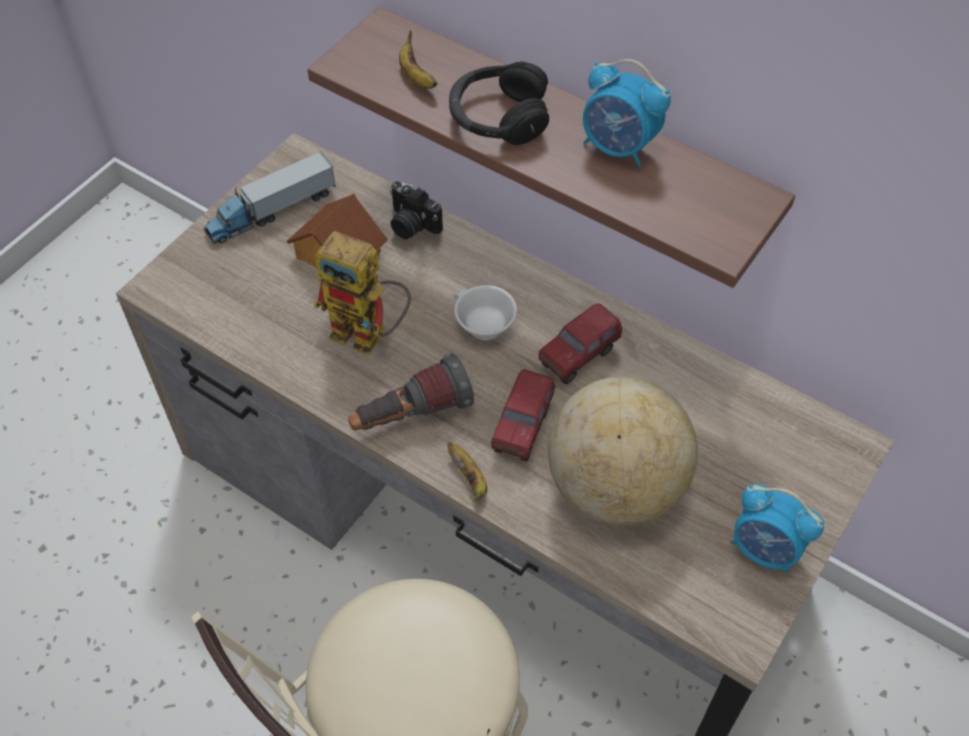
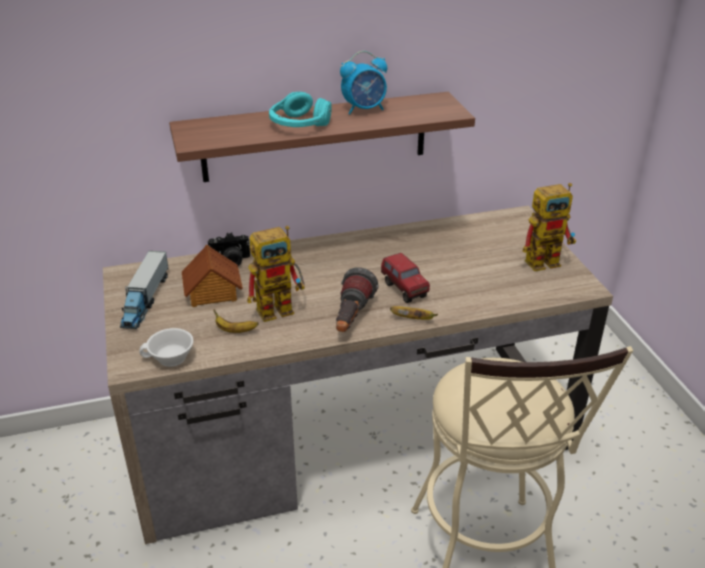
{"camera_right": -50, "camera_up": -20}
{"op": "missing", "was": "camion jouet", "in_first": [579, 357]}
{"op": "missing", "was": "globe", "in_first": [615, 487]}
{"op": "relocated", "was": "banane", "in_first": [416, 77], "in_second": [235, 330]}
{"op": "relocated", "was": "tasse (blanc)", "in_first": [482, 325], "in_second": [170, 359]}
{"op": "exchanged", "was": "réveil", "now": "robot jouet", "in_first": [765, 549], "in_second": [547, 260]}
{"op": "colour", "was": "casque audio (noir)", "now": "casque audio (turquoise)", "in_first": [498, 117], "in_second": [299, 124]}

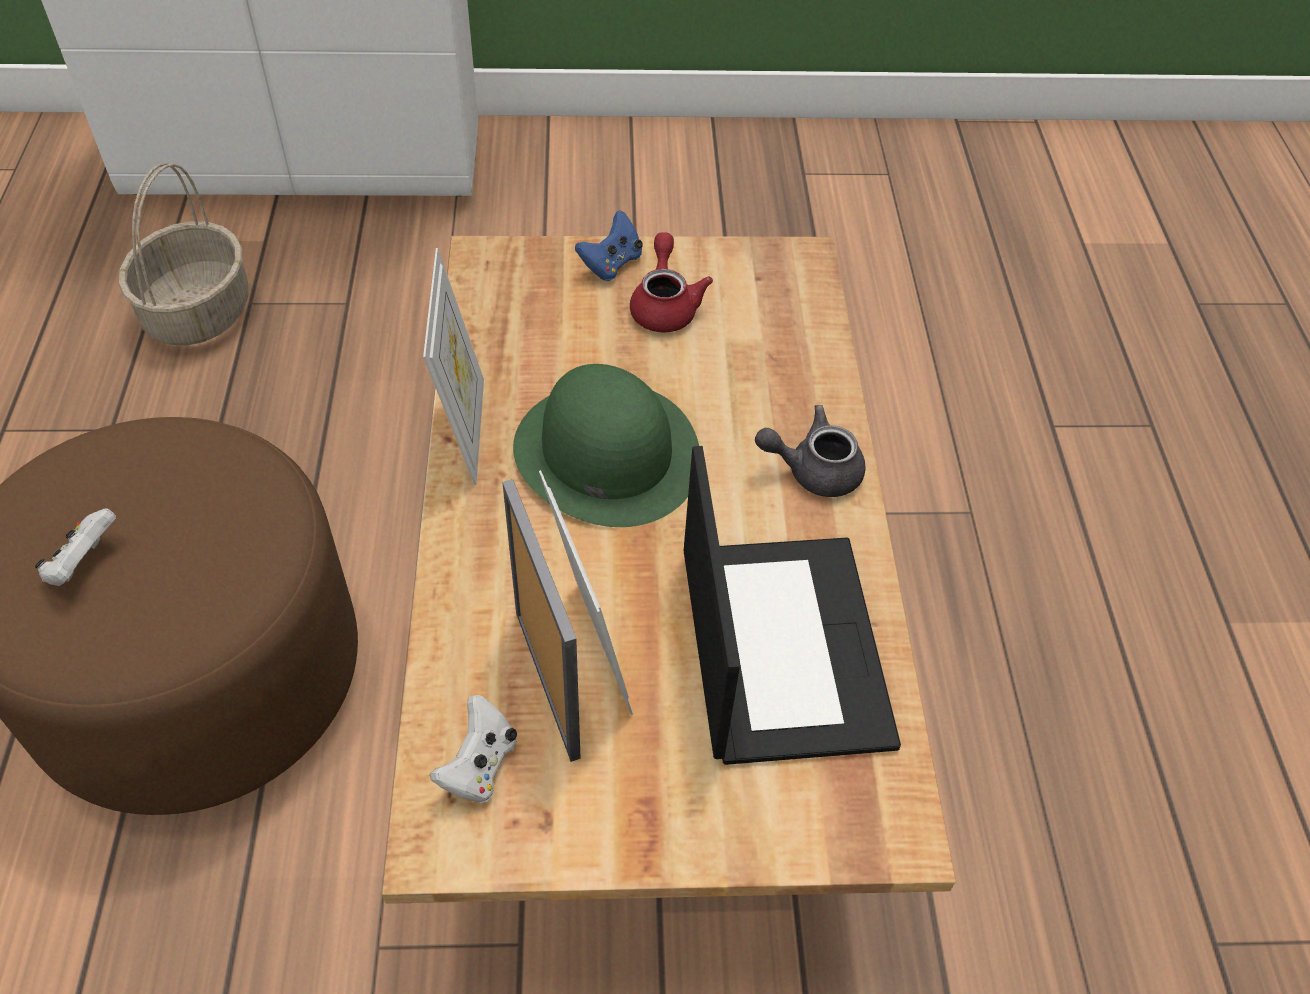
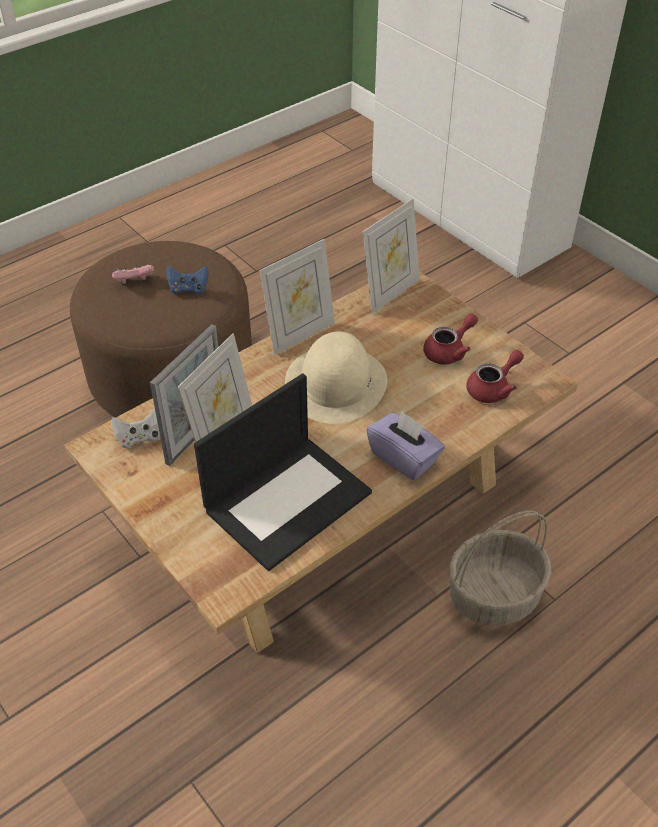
{"camera_right": 55, "camera_up": -5}
{"op": "appeared", "now": "cadre photo", "in_second": [390, 293]}
{"op": "appeared", "now": "théière (rouge)", "in_second": [493, 388]}
{"op": "relocated", "was": "panier", "in_first": [197, 311], "in_second": [494, 594]}
{"op": "relocated", "was": "manette (bleu)", "in_first": [611, 264], "in_second": [188, 289]}
{"op": "exchanged", "was": "théière (gris)", "now": "boîte à mouchoirs (violet)", "in_first": [813, 470], "in_second": [404, 458]}
{"op": "colour", "was": "manette (blanc)", "now": "manette (rose)", "in_first": [83, 564], "in_second": [134, 282]}
{"op": "colour", "was": "chapeau (vert)", "now": "chapeau (beige)", "in_first": [605, 452], "in_second": [336, 383]}

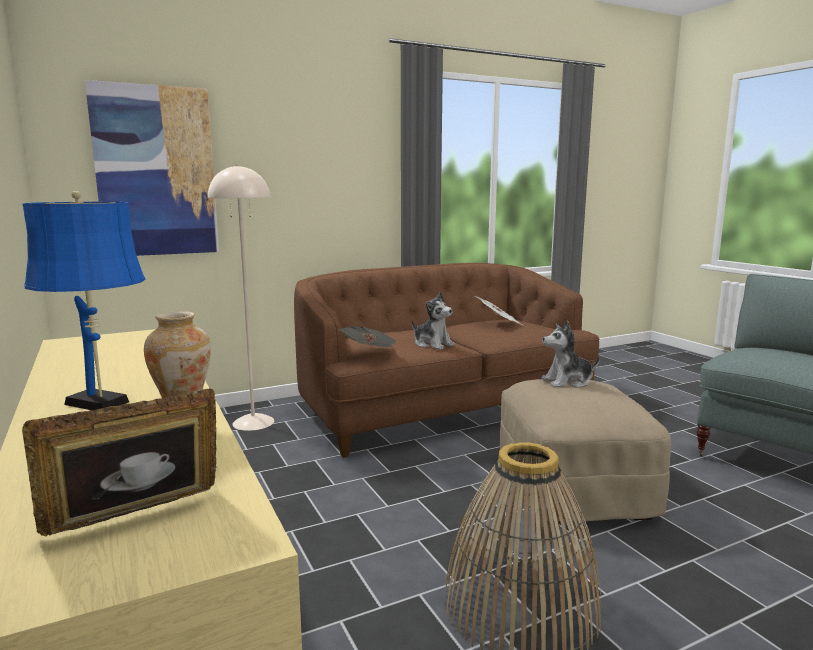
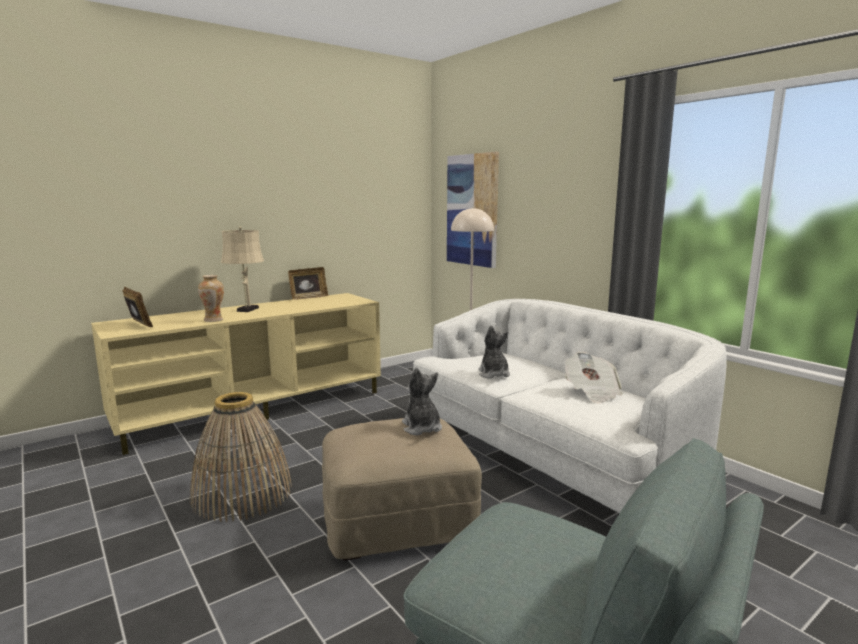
{"camera_right": 80, "camera_up": 0}
{"op": "missing", "was": "journal", "in_first": [370, 353]}
{"op": "appeared", "now": "cadre photo", "in_second": [308, 297]}
{"op": "colour", "was": "lampe de table (bleu)", "now": "lampe de table (beige)", "in_first": [101, 404], "in_second": [246, 310]}
{"op": "colour", "was": "canapé (marron)", "now": "canapé (blanc)", "in_first": [443, 408], "in_second": [549, 454]}
{"op": "spun", "was": "peluche", "in_first": [432, 344], "in_second": [493, 374], "clockwise": 135}

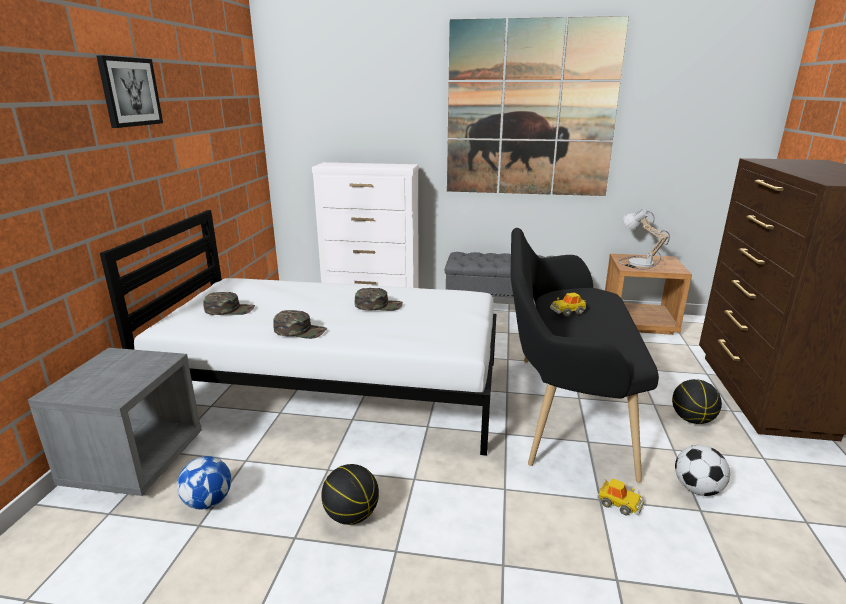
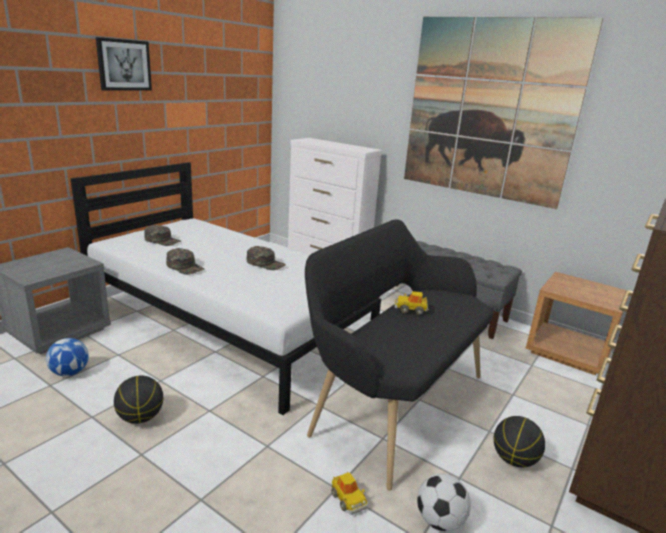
{"camera_right": 25, "camera_up": 0}
{"op": "missing", "was": "lampe de table", "in_first": [637, 263]}

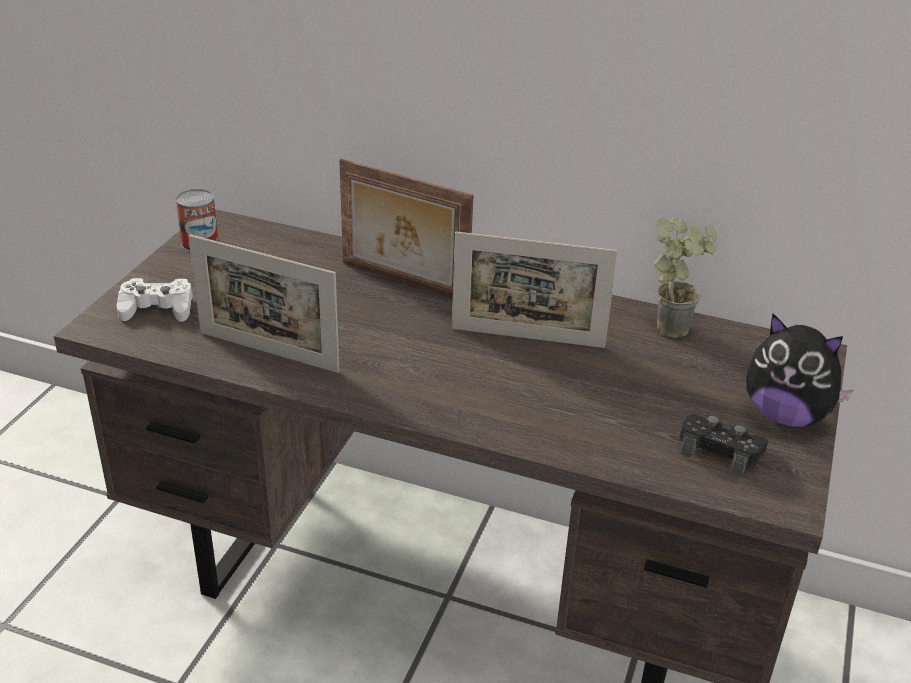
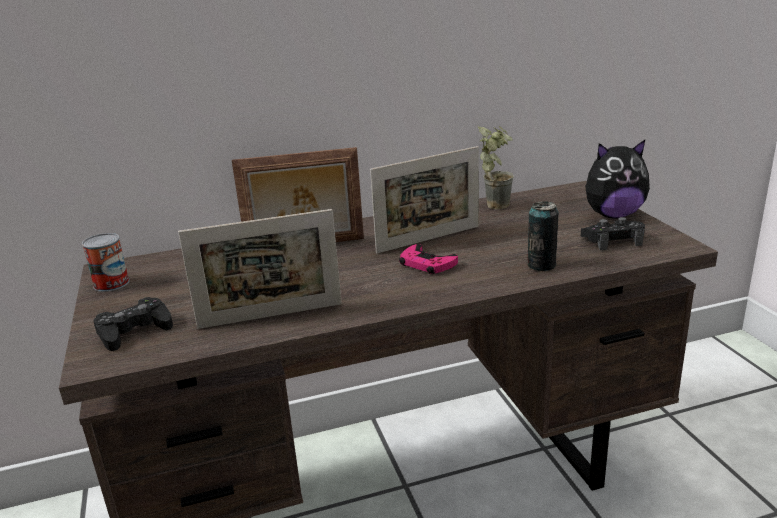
{"camera_right": -35, "camera_up": -10}
{"op": "appeared", "now": "manette (rose)", "in_second": [426, 264]}
{"op": "appeared", "now": "boîte métallique", "in_second": [541, 265]}
{"op": "colour", "was": "manette (blanc)", "now": "manette (noir)", "in_first": [157, 308], "in_second": [134, 331]}

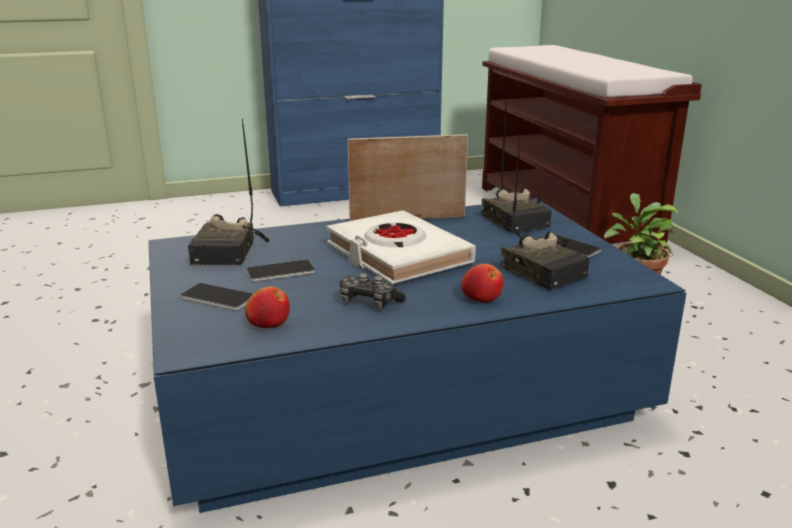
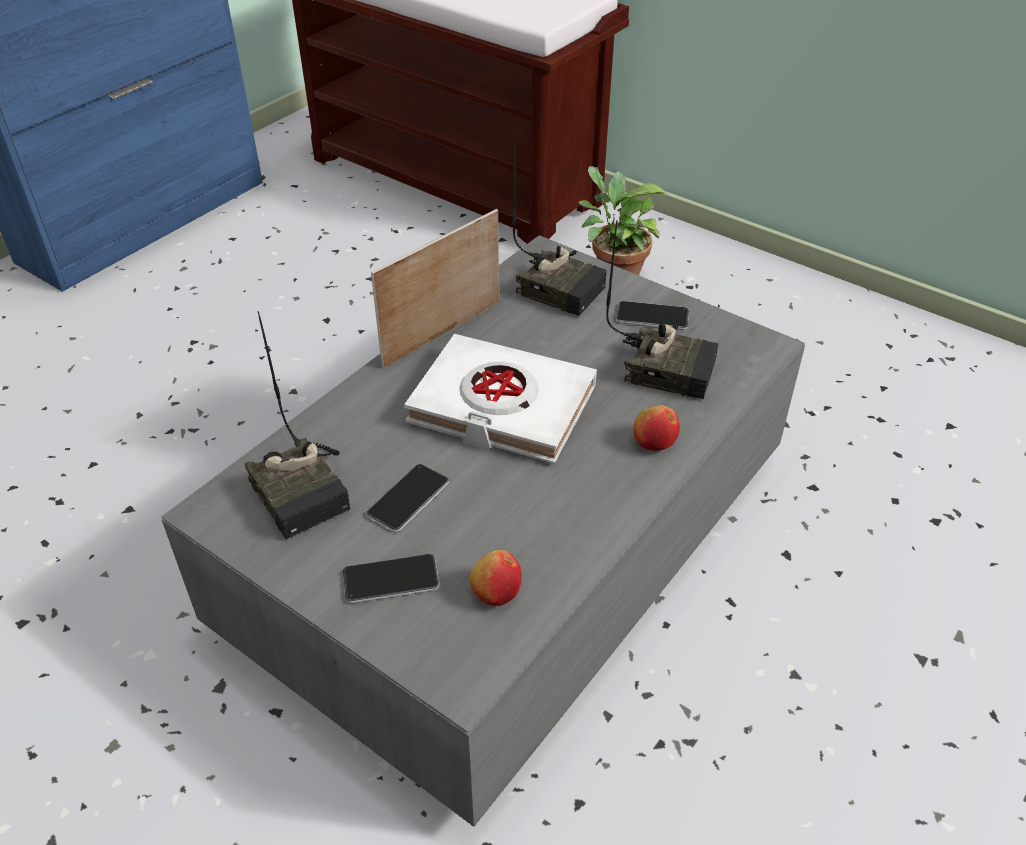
{"camera_right": -35, "camera_up": 20}
{"op": "missing", "was": "manette", "in_first": [369, 302]}
{"op": "colour", "was": "table basse (bleu)", "now": "table basse (gris)", "in_first": [394, 390], "in_second": [512, 544]}

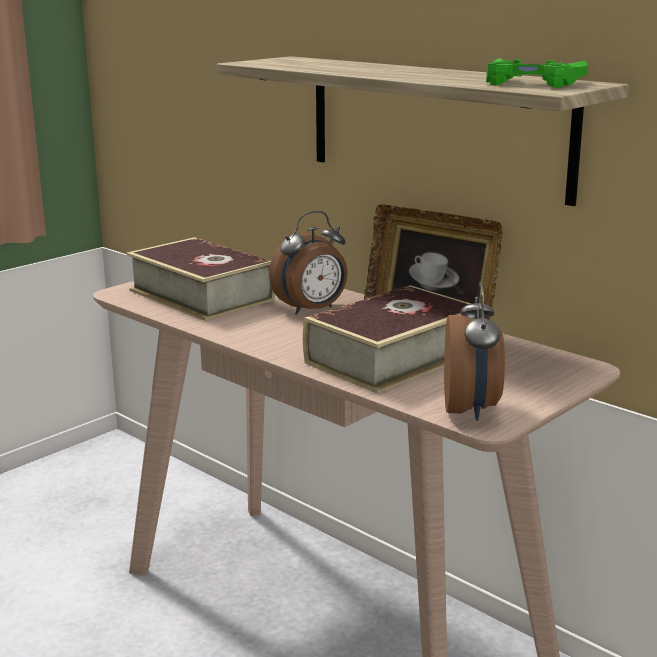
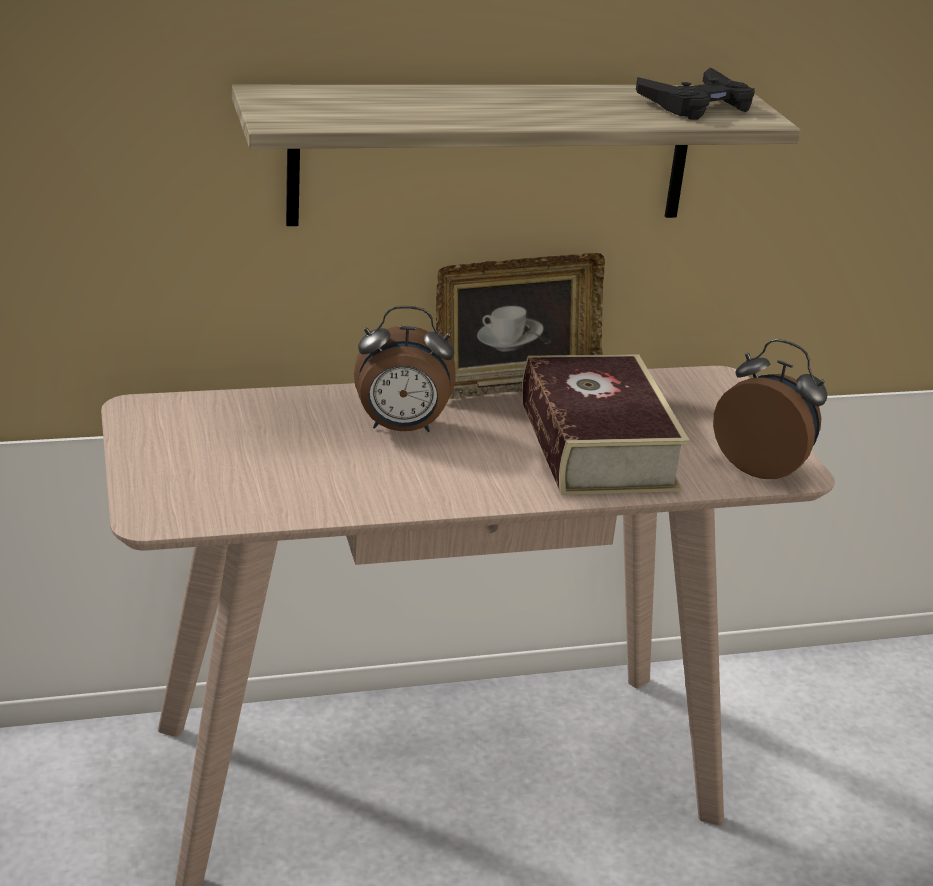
{"camera_right": -60, "camera_up": 10}
{"op": "missing", "was": "livre", "in_first": [201, 295]}
{"op": "colour", "was": "manette (vert)", "now": "manette (noir)", "in_first": [532, 82], "in_second": [697, 104]}
{"op": "spun", "was": "réveil", "in_first": [312, 310], "in_second": [401, 428], "clockwise": 90}

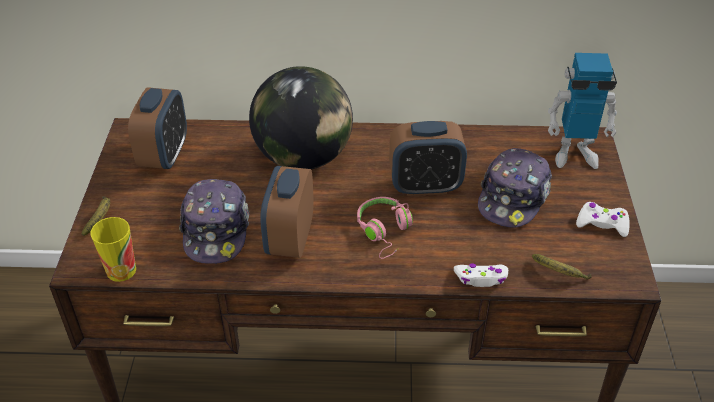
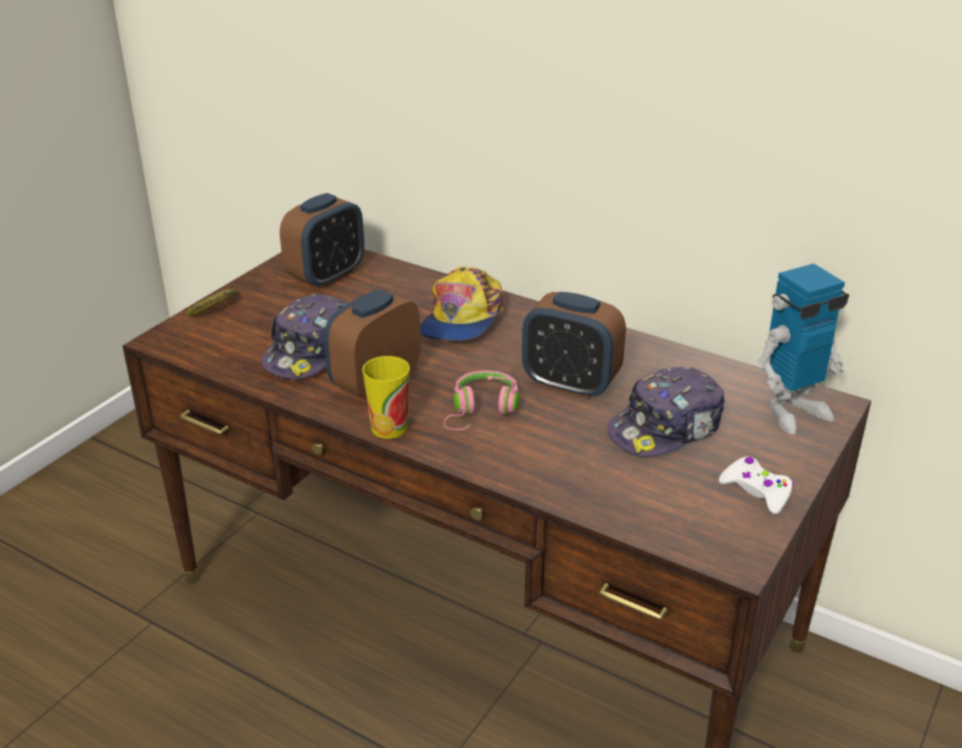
{"camera_right": 30, "camera_up": -10}
{"op": "missing", "was": "manette (blanc)", "in_first": [481, 278]}
{"op": "missing", "was": "banane", "in_first": [559, 273]}
{"op": "relocated", "was": "tasse", "in_first": [121, 270], "in_second": [389, 427]}
{"op": "exchanged", "was": "globe", "now": "casquette", "in_first": [303, 158], "in_second": [461, 319]}
{"op": "spun", "was": "robot jouet", "in_first": [574, 153], "in_second": [792, 411], "clockwise": -60}

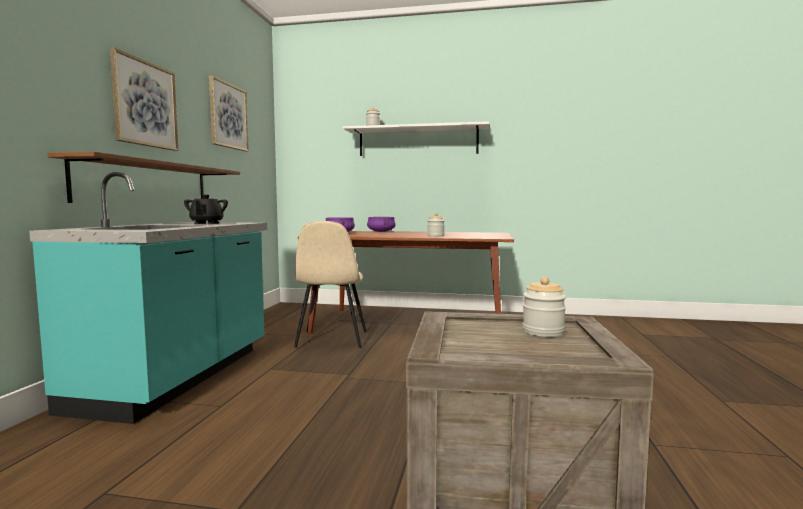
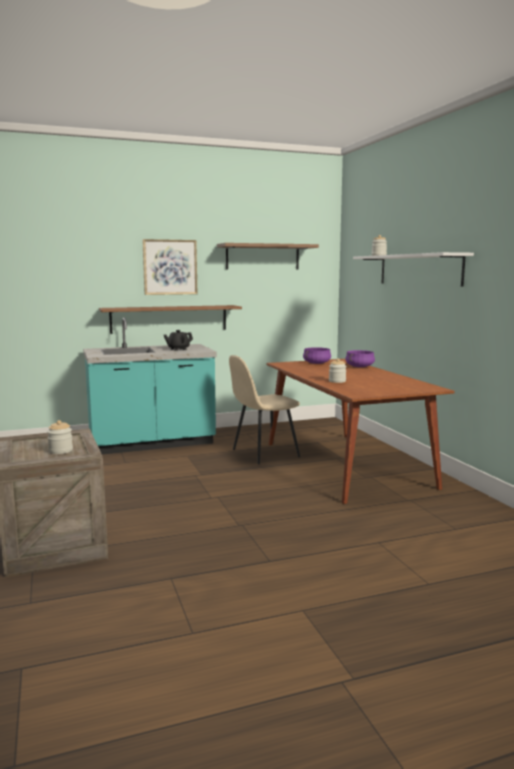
{"camera_right": 60, "camera_up": 5}
{"op": "exchanged", "was": "tableau", "now": "étagère (marron)", "in_first": [228, 116], "in_second": [262, 257]}

